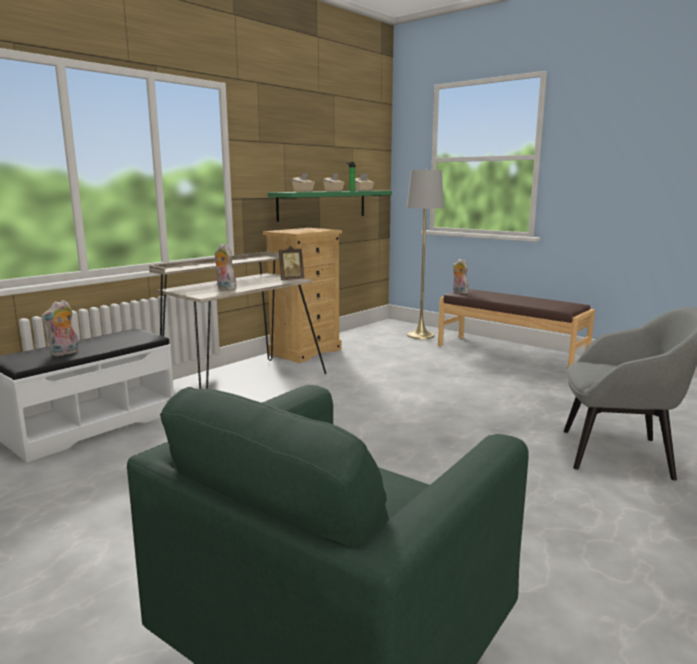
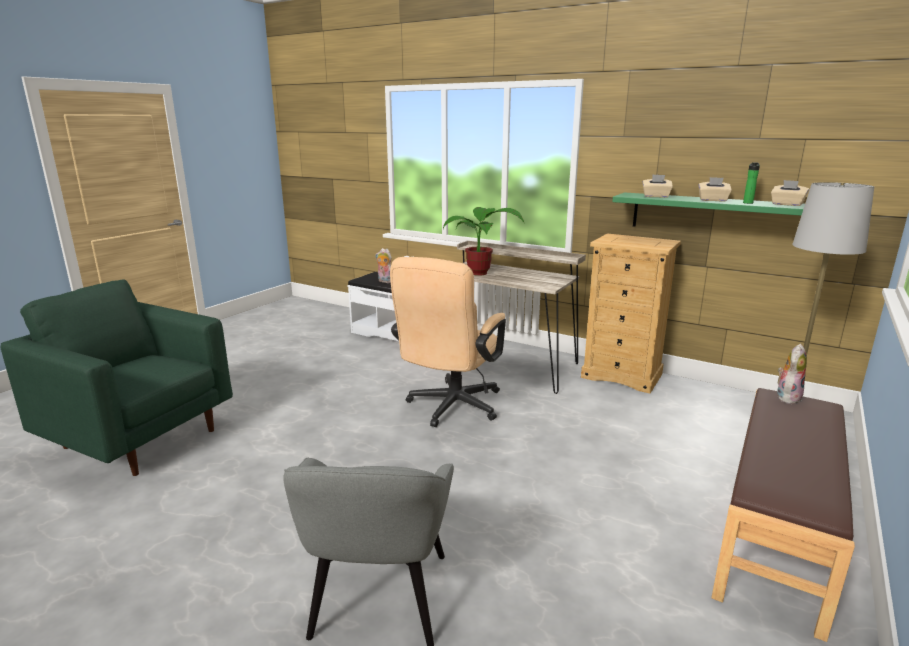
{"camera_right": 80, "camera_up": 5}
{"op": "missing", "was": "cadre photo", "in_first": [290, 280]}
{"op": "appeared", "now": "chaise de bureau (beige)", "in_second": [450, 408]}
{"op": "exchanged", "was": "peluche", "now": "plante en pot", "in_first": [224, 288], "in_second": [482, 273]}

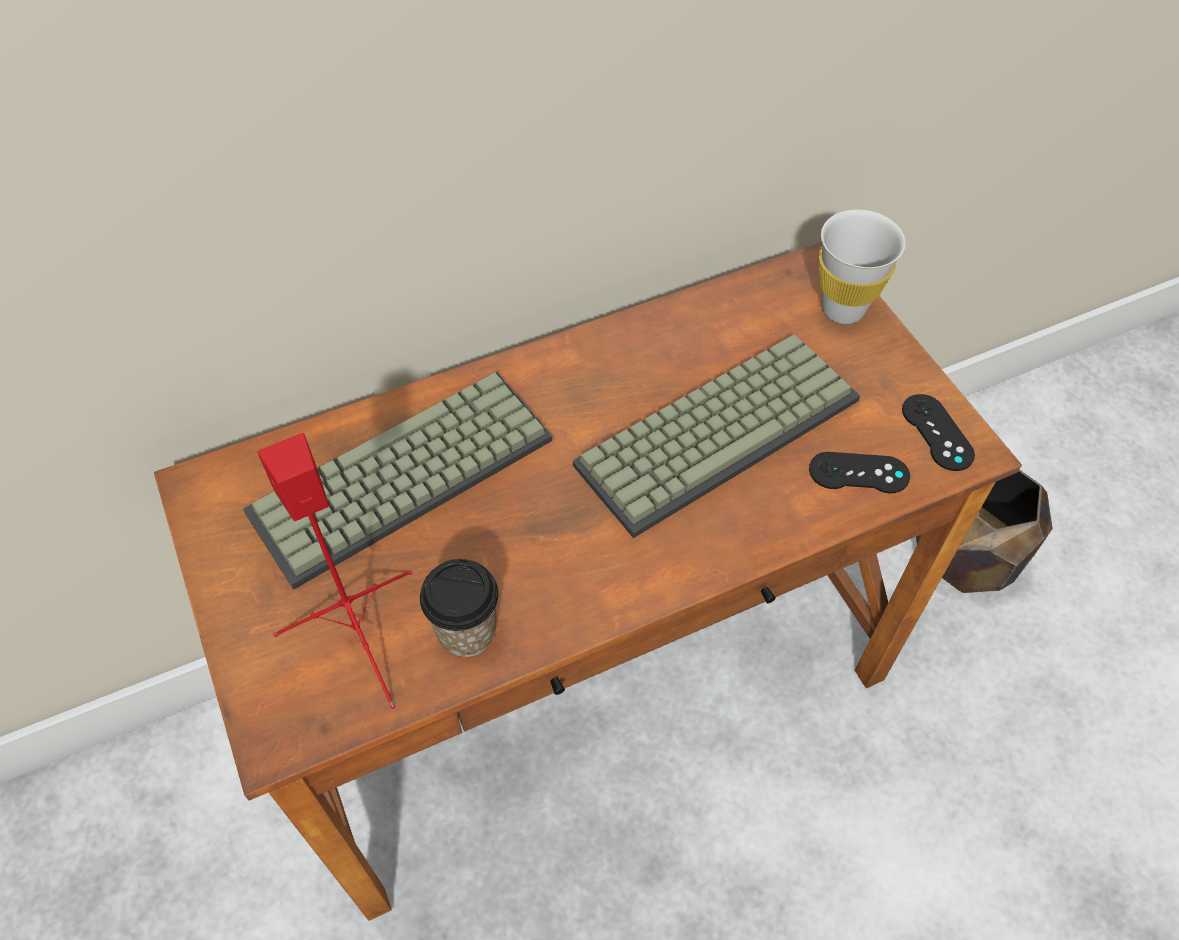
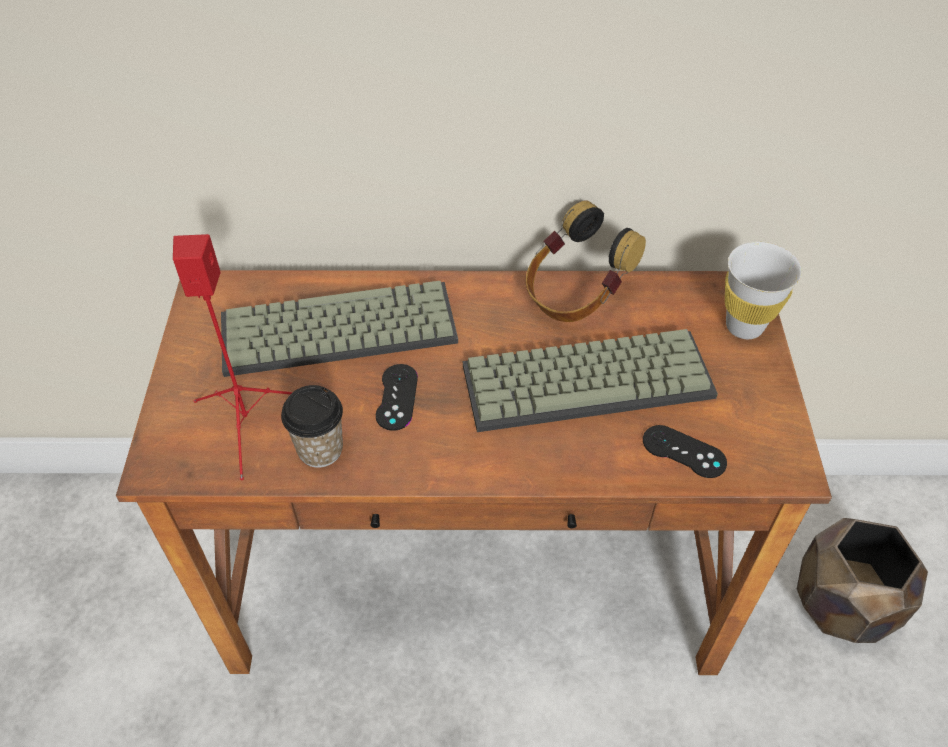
{"camera_right": 25, "camera_up": -5}
{"op": "appeared", "now": "casque audio", "in_second": [575, 295]}
{"op": "relocated", "was": "manette (noir)", "in_first": [937, 432], "in_second": [397, 397]}

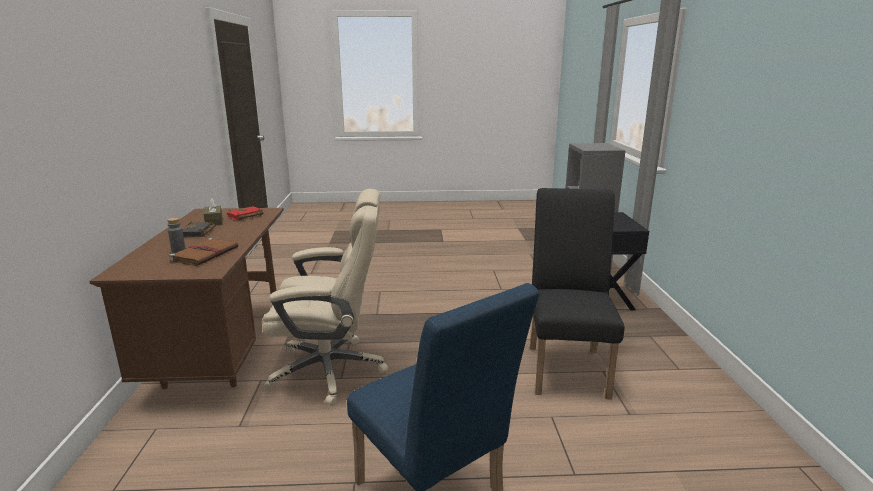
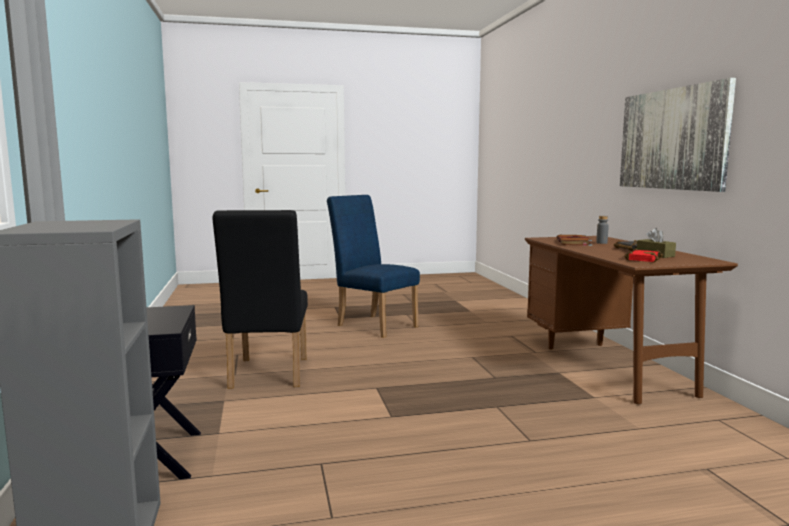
{"camera_right": 170, "camera_up": -10}
{"op": "missing", "was": "chaise de bureau (beige)", "in_first": [330, 370]}
{"op": "appeared", "now": "tableau", "in_second": [672, 139]}

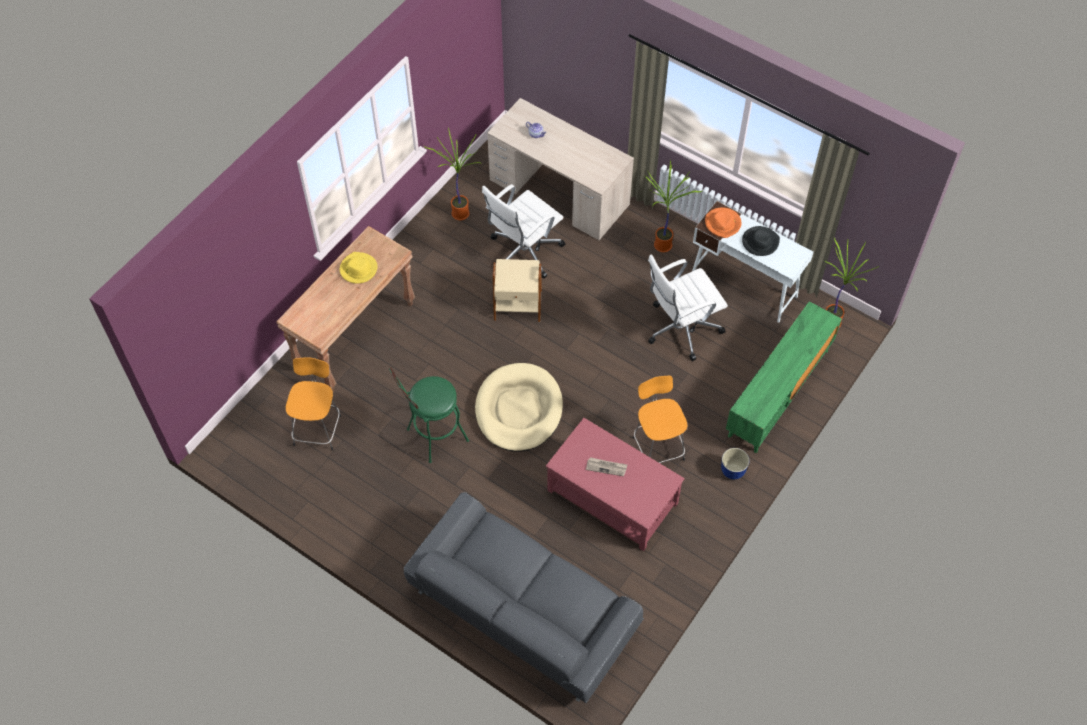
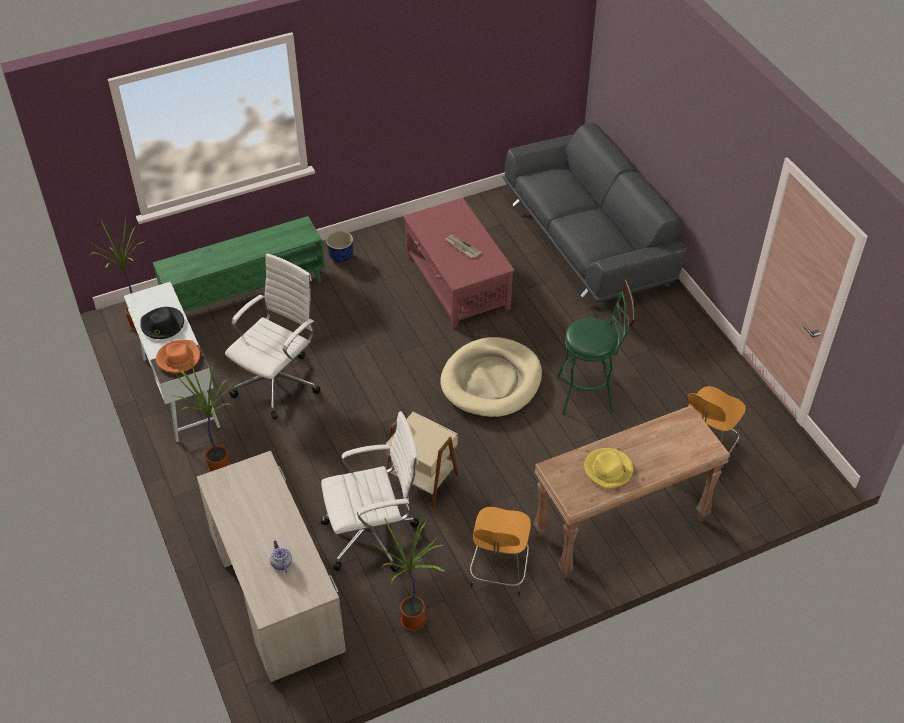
{"camera_right": -150, "camera_up": -10}
{"op": "relocated", "was": "tabouret (orange)", "in_first": [657, 447], "in_second": [499, 572]}
{"op": "spun", "was": "chaise de bureau (blanc)", "in_first": [681, 328], "in_second": [278, 382], "clockwise": -60}

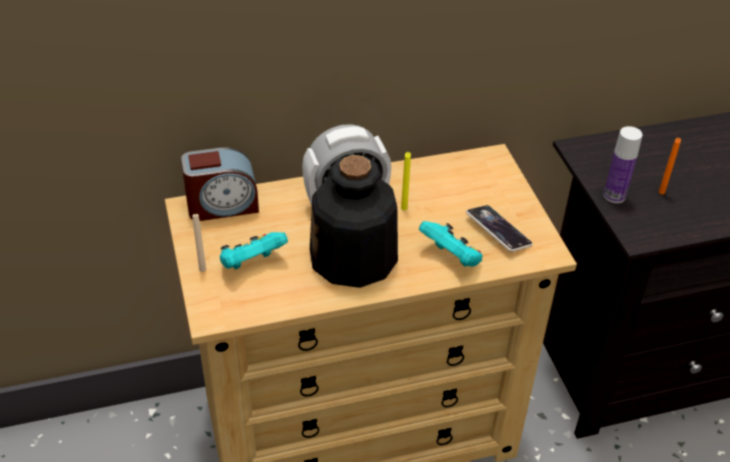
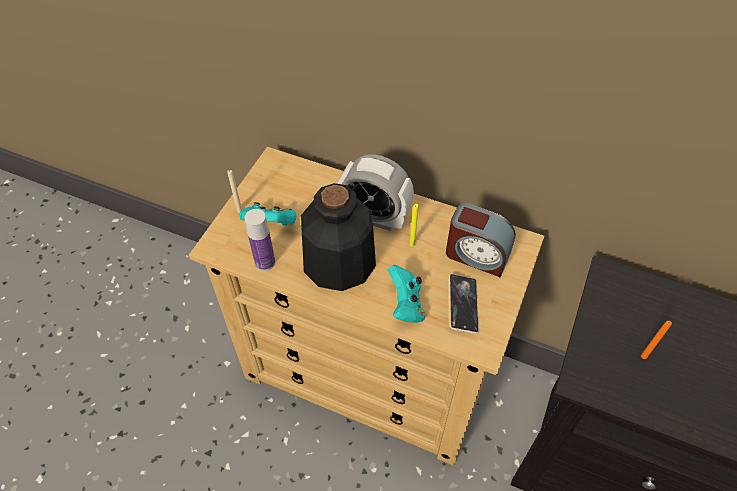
{"camera_right": 40, "camera_up": 10}
{"op": "relocated", "was": "réveil", "in_first": [222, 205], "in_second": [476, 255]}
{"op": "relocated", "was": "bouteille", "in_first": [614, 196], "in_second": [265, 262]}

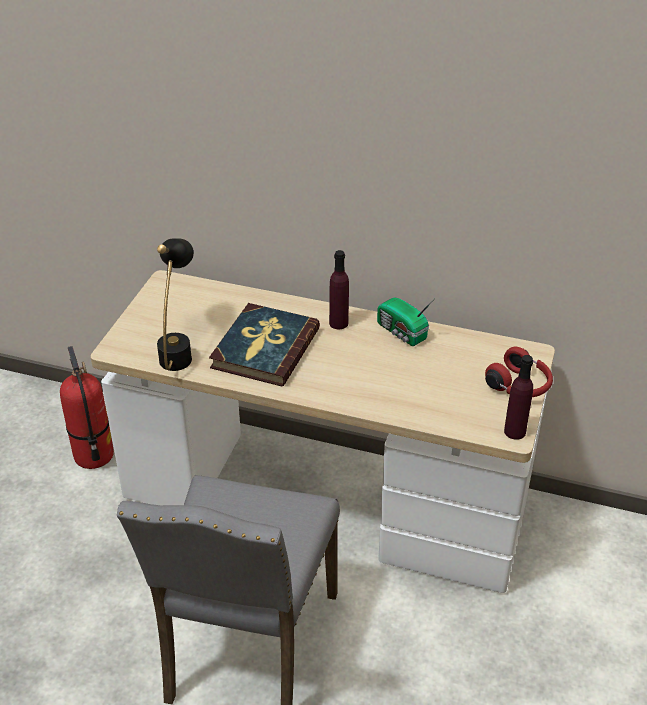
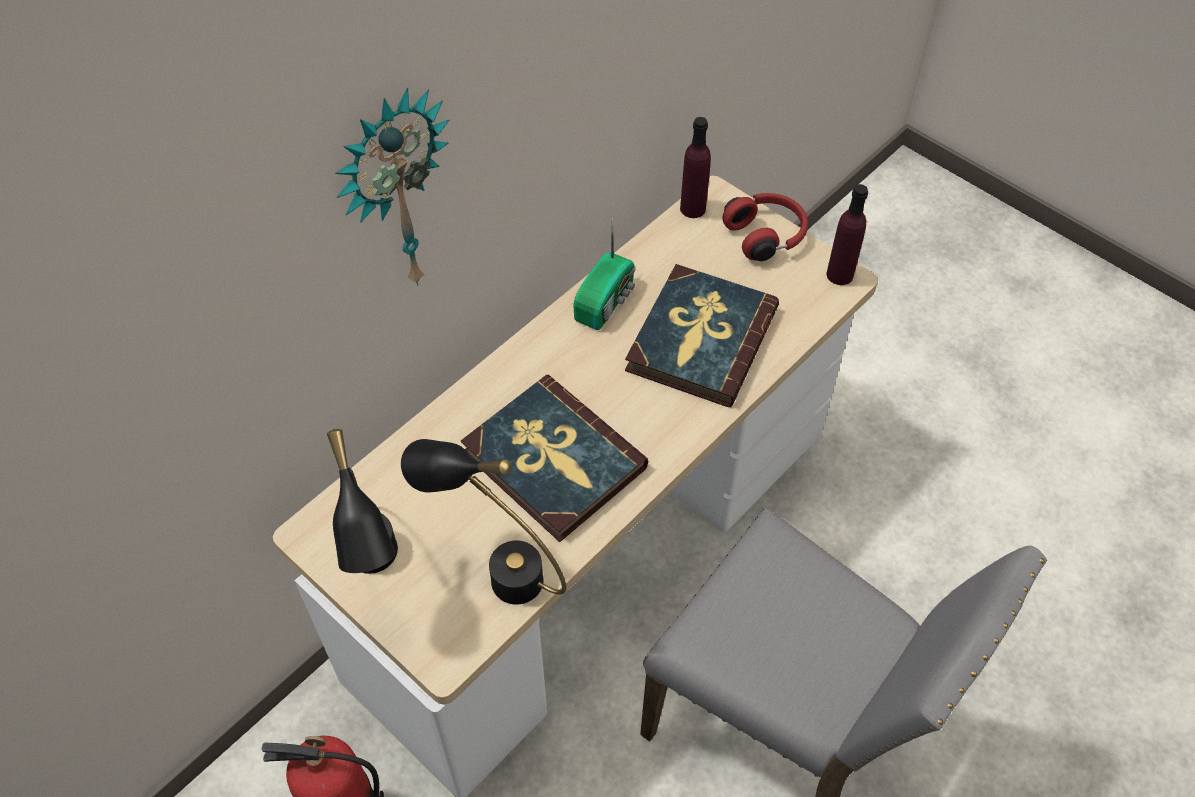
{"camera_right": -65, "camera_up": 15}
{"op": "appeared", "now": "lampe de table (noir)", "in_second": [377, 572]}
{"op": "appeared", "now": "horloge murale", "in_second": [394, 194]}
{"op": "appeared", "now": "livre", "in_second": [700, 339]}
{"op": "relocated", "was": "bouteille (violet)", "in_first": [338, 323], "in_second": [693, 208]}
{"op": "spun", "was": "radio", "in_first": [402, 332], "in_second": [607, 300], "clockwise": -45}

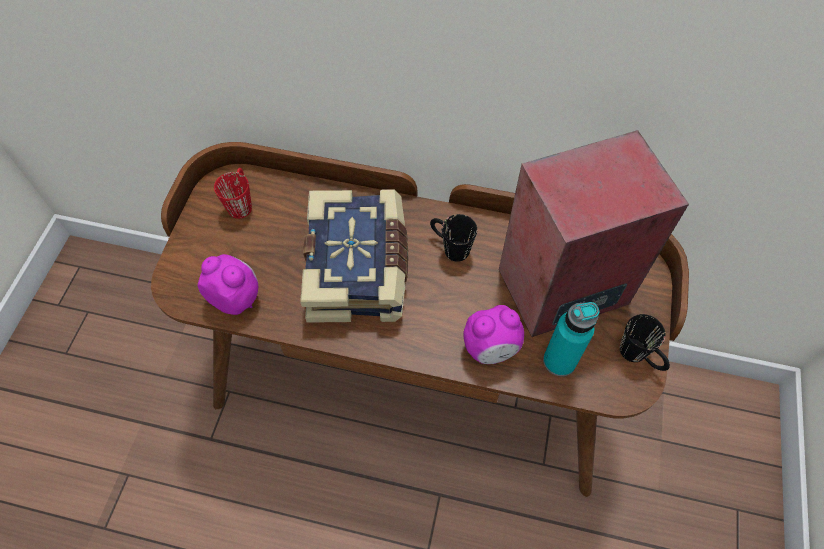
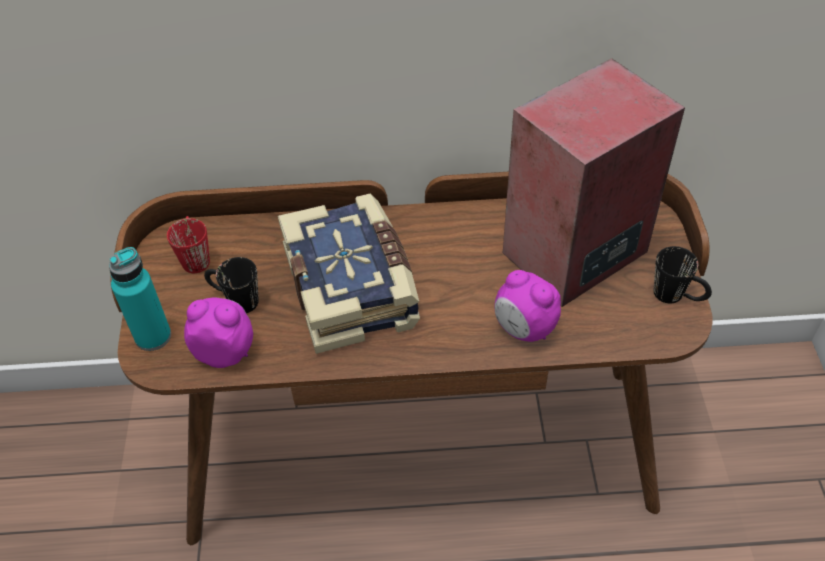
{"camera_right": -15, "camera_up": -10}
{"op": "relocated", "was": "mug (noir)", "in_first": [449, 247], "in_second": [235, 300]}
{"op": "relocated", "was": "bouteille (turquoise)", "in_first": [559, 361], "in_second": [153, 336]}
{"op": "spun", "was": "réveil", "in_first": [491, 349], "in_second": [524, 329], "clockwise": 75}

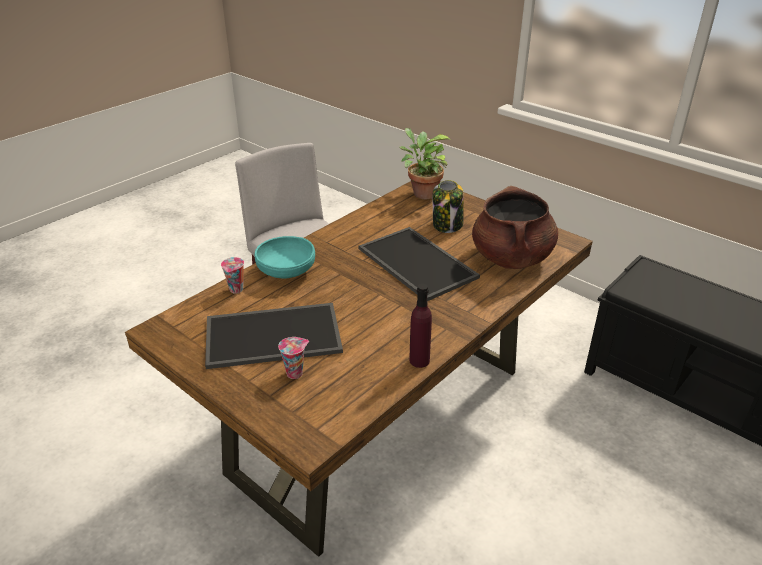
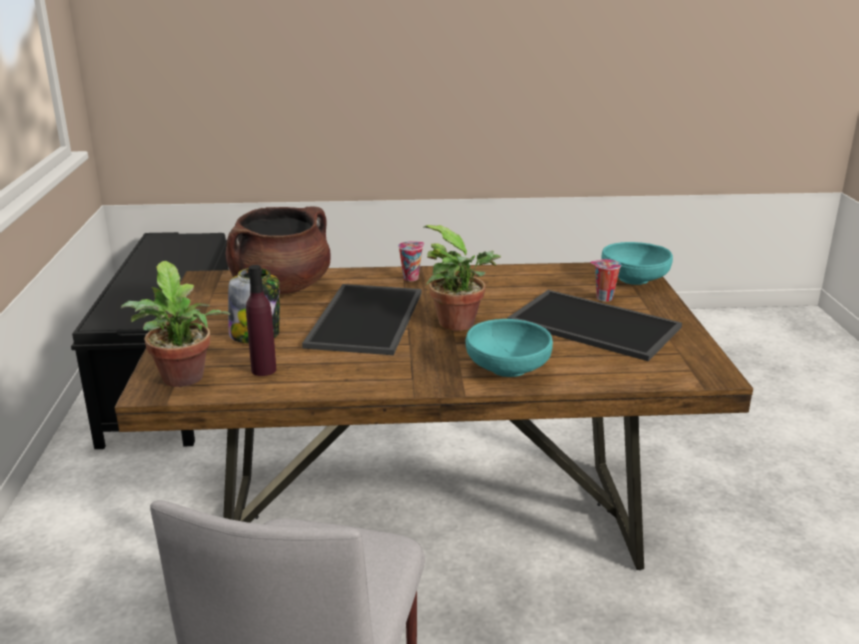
{"camera_right": -135, "camera_up": -10}
{"op": "appeared", "now": "plante en pot", "in_second": [461, 324]}
{"op": "appeared", "now": "bol (turquoise)", "in_second": [634, 279]}
{"op": "relocated", "was": "tasse", "in_first": [236, 290], "in_second": [411, 278]}
{"op": "relocated", "was": "bouteille (violet)", "in_first": [419, 360], "in_second": [264, 370]}

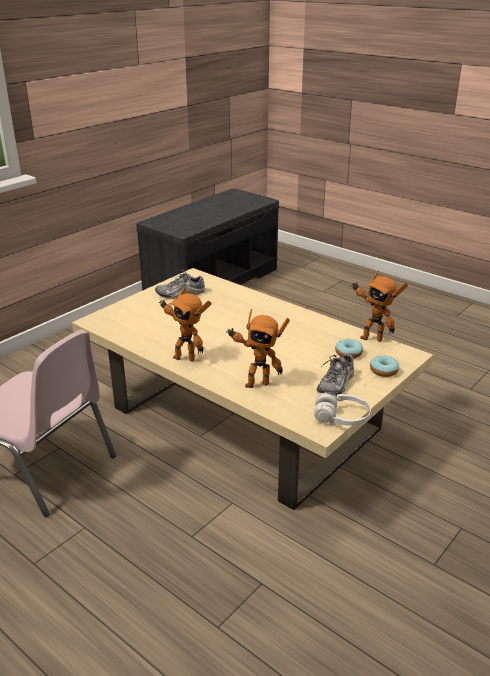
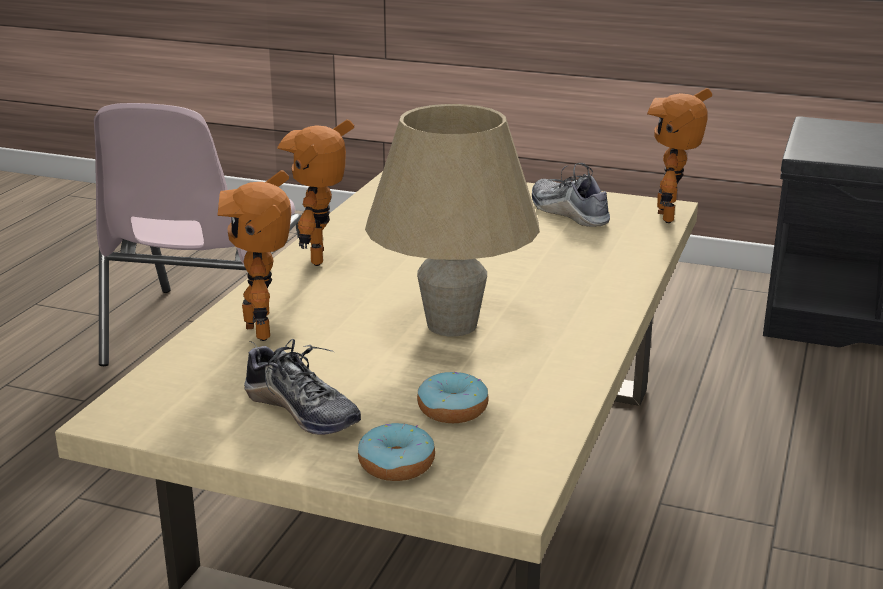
{"camera_right": 70, "camera_up": -5}
{"op": "missing", "was": "casque audio (blanc)", "in_first": [341, 418]}
{"op": "appeared", "now": "lampe de table (beige)", "in_second": [452, 325]}
{"op": "relocated", "was": "robot jouet", "in_first": [371, 338], "in_second": [671, 216]}
{"op": "spun", "was": "chaussure", "in_first": [336, 384], "in_second": [302, 411], "clockwise": -150}

